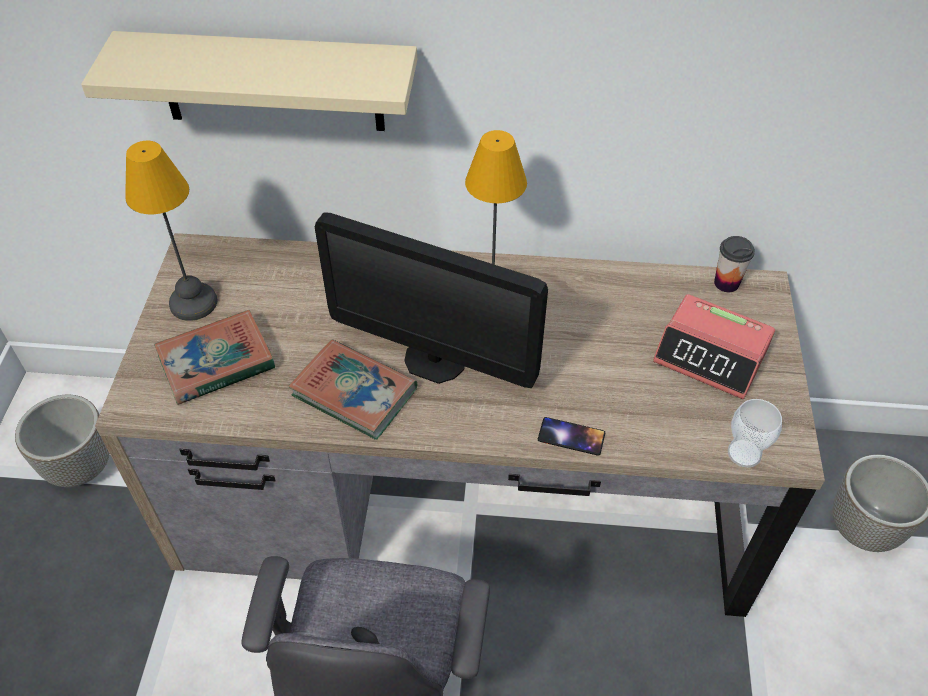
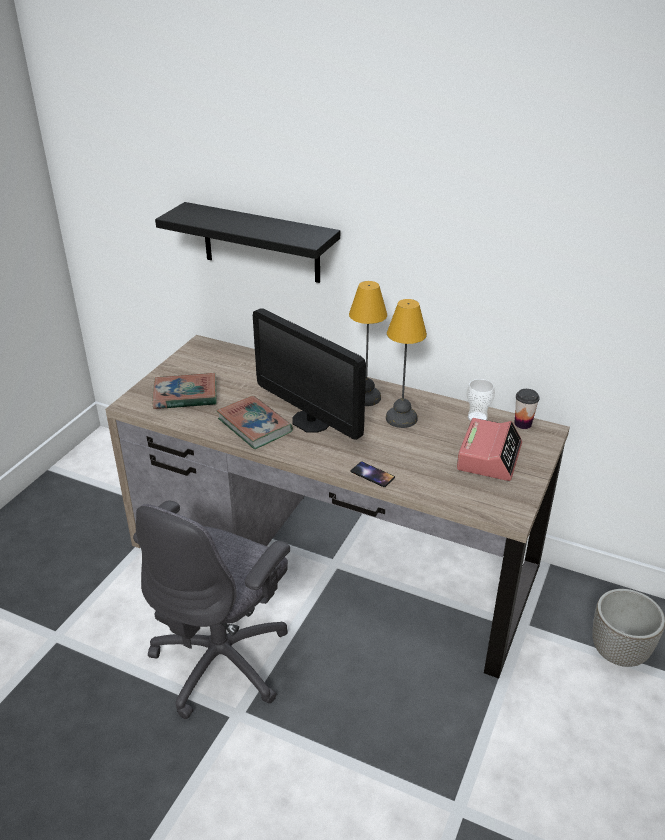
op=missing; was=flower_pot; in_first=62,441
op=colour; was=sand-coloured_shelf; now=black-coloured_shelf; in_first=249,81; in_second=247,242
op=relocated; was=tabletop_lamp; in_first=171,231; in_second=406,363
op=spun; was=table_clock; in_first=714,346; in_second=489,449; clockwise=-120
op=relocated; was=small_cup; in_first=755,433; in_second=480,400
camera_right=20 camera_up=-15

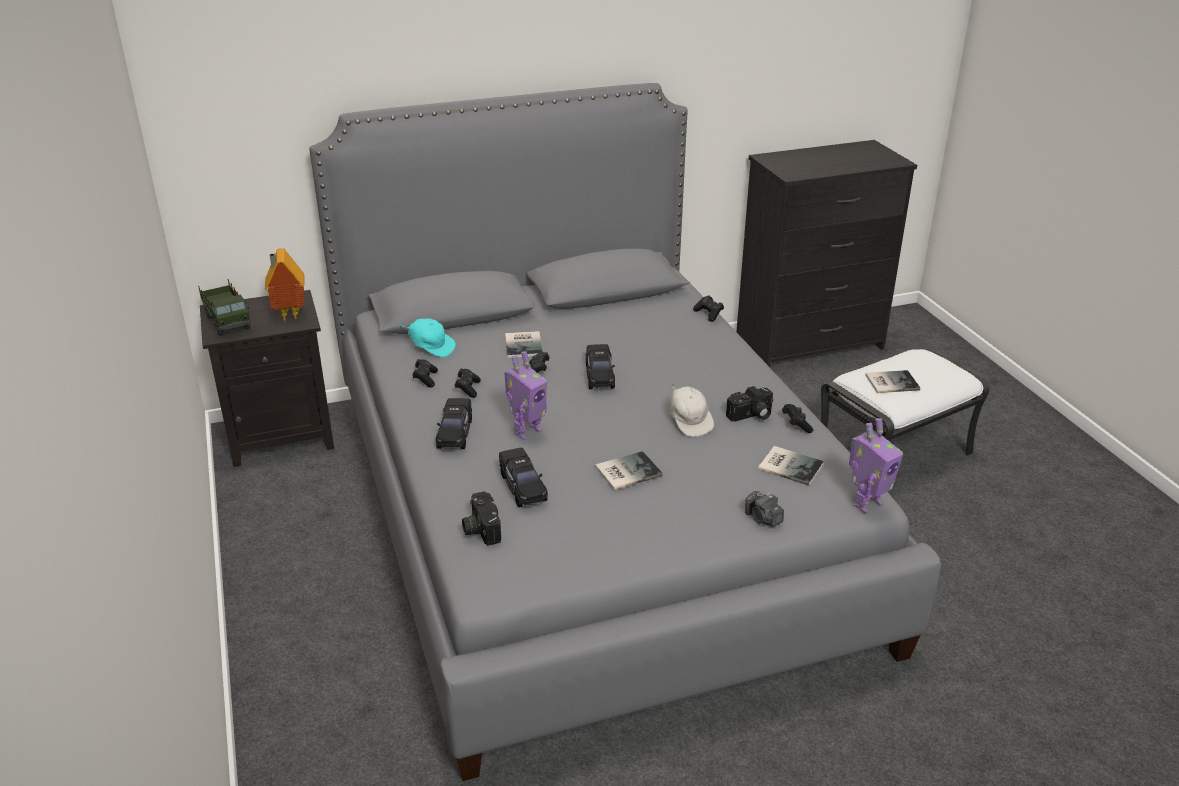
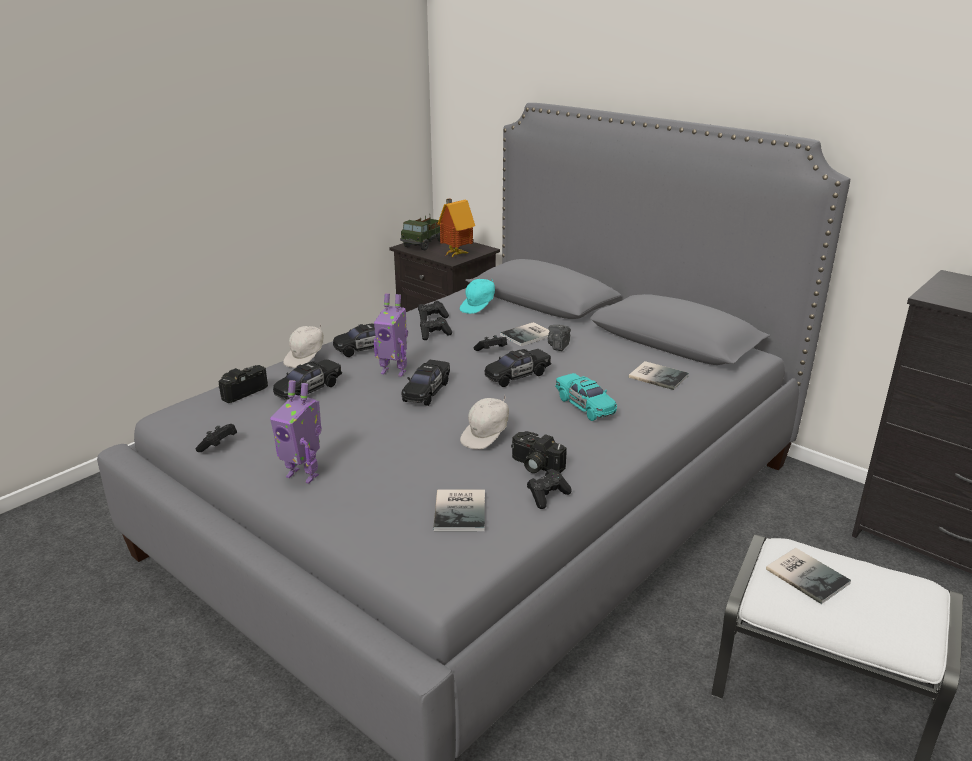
op=spun; was=turquoise-coloured_peaked_cap; in_first=428,337; in_second=477,296; clockwise=45
op=relocated; was=book; in_first=629,470; in_second=659,375
op=relocated; was=black-coloured_game_controller; in_first=708,308; in_second=216,438
op=relocated; was=still_camera; in_first=764,509; in_second=559,338
op=relocated; was=model_robot; in_first=876,466; in_second=296,432
op=appeared; now=white_peaked_cap; in_second=303,346
op=appeared; now=black-coloured_toy_car; in_second=425,383
op=appeared; now=turquoise-coloured_toy_car; in_second=586,397
camera_right=60 camera_up=-5

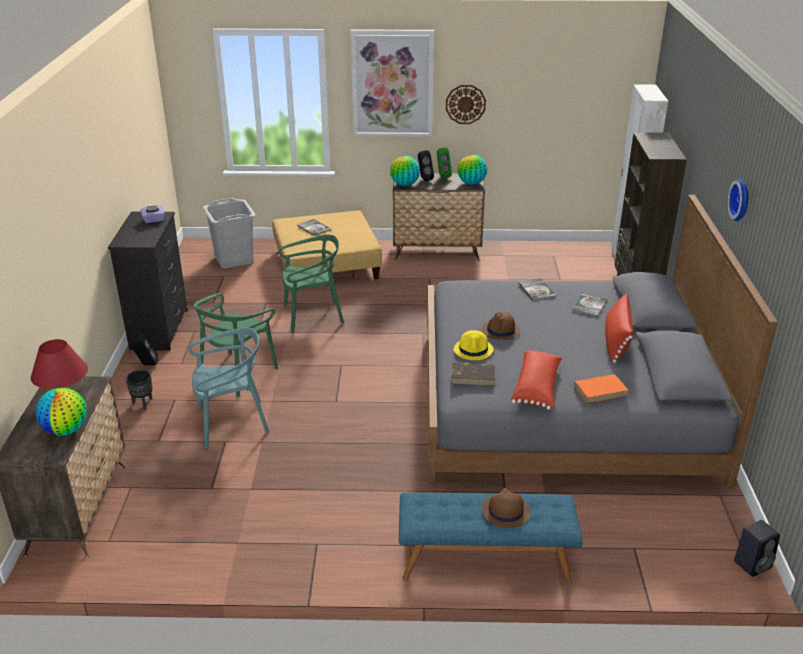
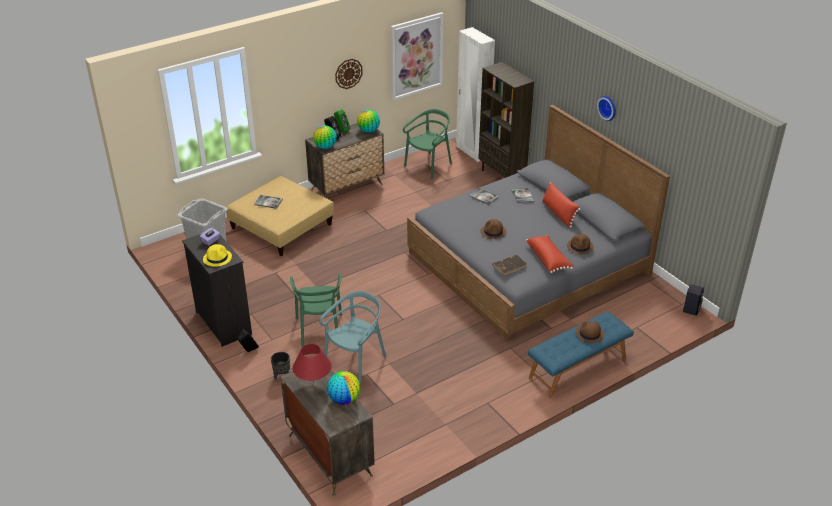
op=relocated; was=green_upright_chair; in_first=311,284; in_second=427,144
op=relocated; was=picture; in_first=392,83; in_second=417,56
op=relocated; was=yellow_hat; in_first=473,345; in_second=217,255
op=exchanged; was=orange-coloured_book; now=brown-coloured_hat; in_first=601,388; in_second=580,244
camera_right=-35 camera_up=5

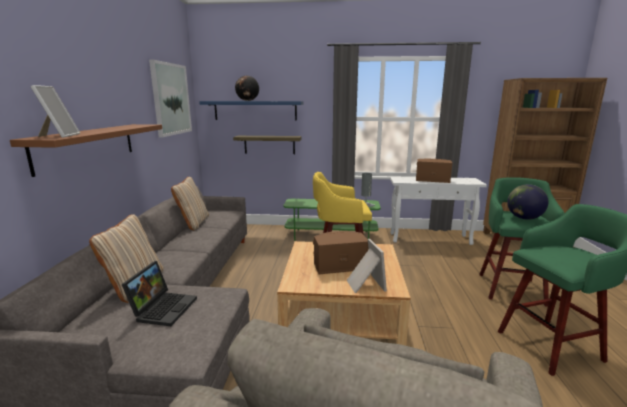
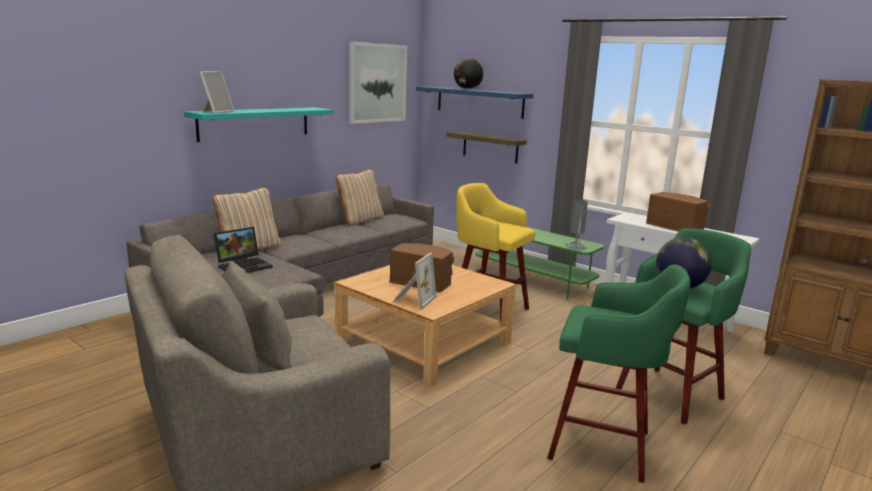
op=colour; was=brown-coloured_shelf; now=turquoise-coloured_shelf; in_first=86,150; in_second=259,124
camera_right=35 camera_up=0

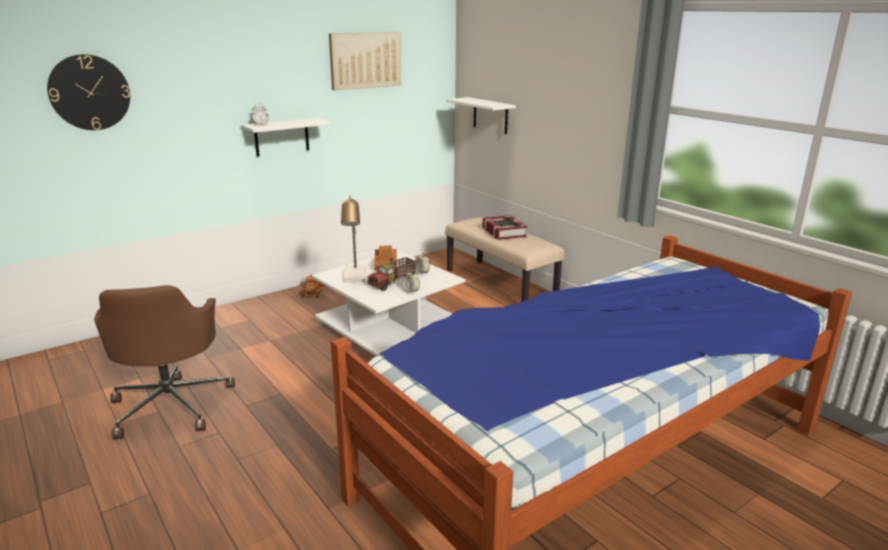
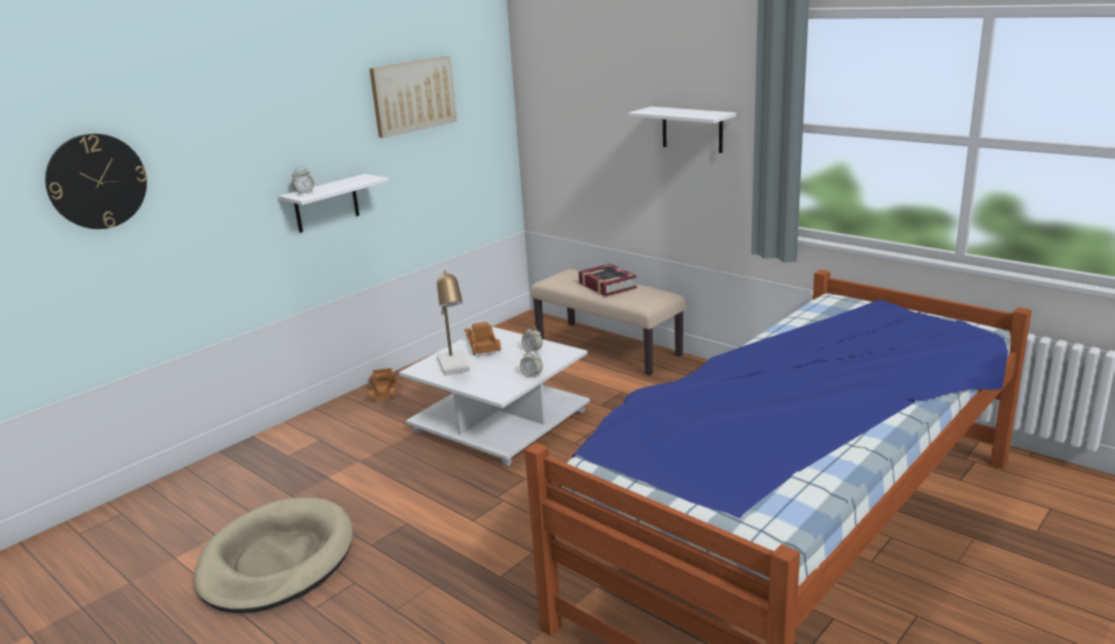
op=exchanged; was=brown-coloured_computer_chair; now=sand-coloured_pet_bed; in_first=164,362; in_second=273,555
op=missing; was=toy_lorry; in_first=392,274
op=relocated; was=white_shelf; in_first=481,115; in_second=682,129
camera_right=-10 camera_up=0

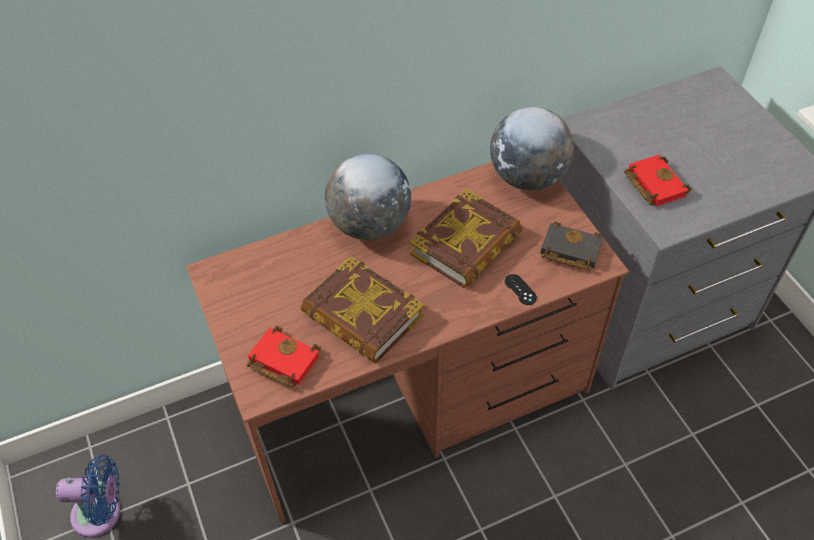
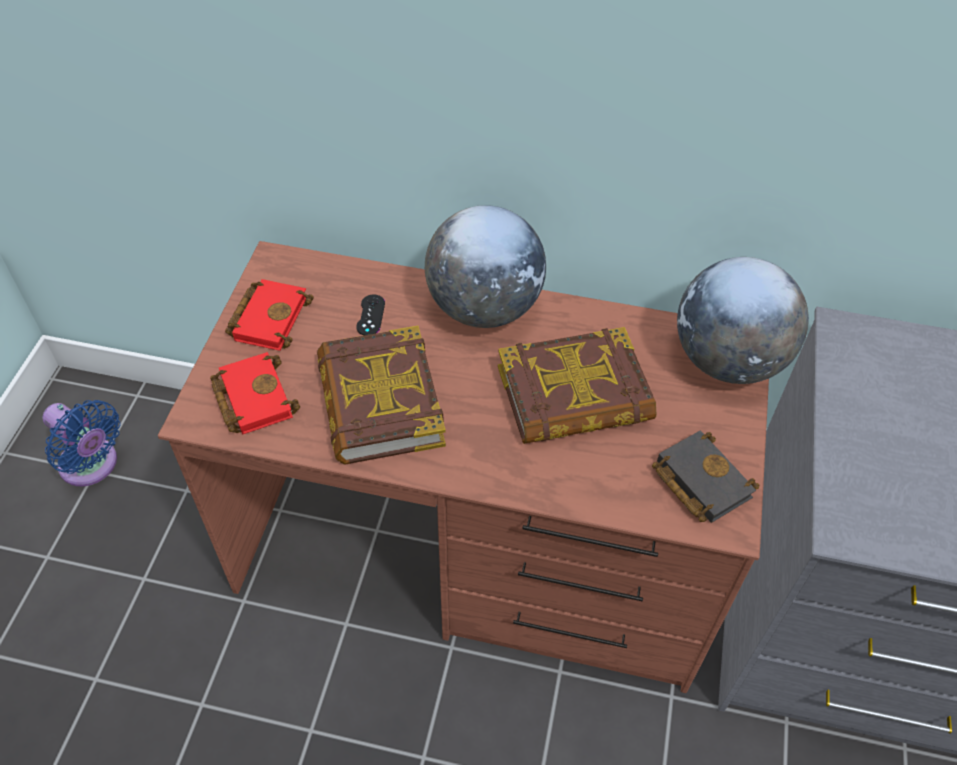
op=relocated; was=black-coloured_game_controller; in_first=521,289; in_second=370,315
op=relocated; was=red-coloured_book; in_first=658,181; in_second=269,315
camera_right=35 camera_up=0

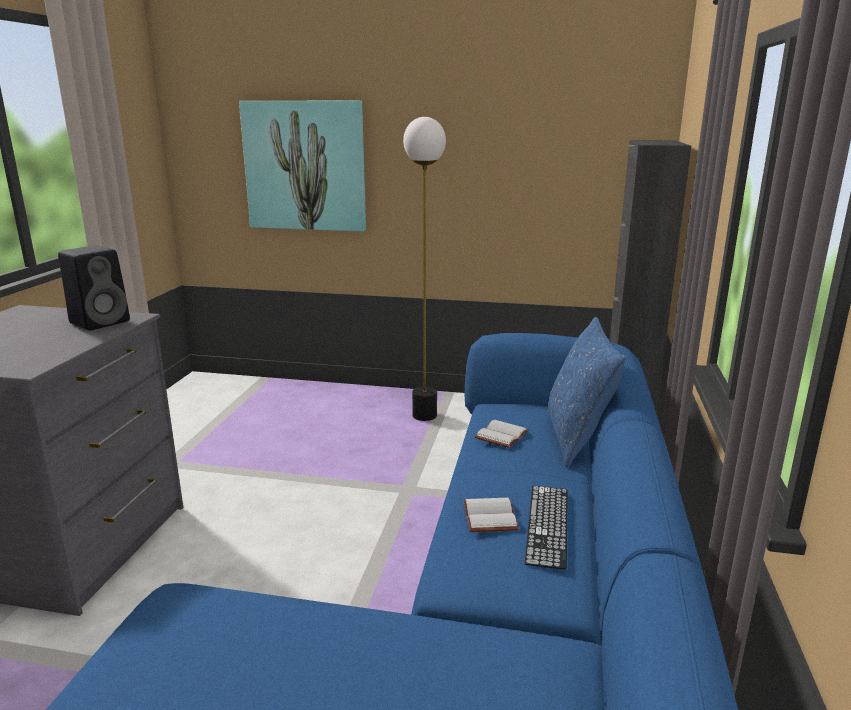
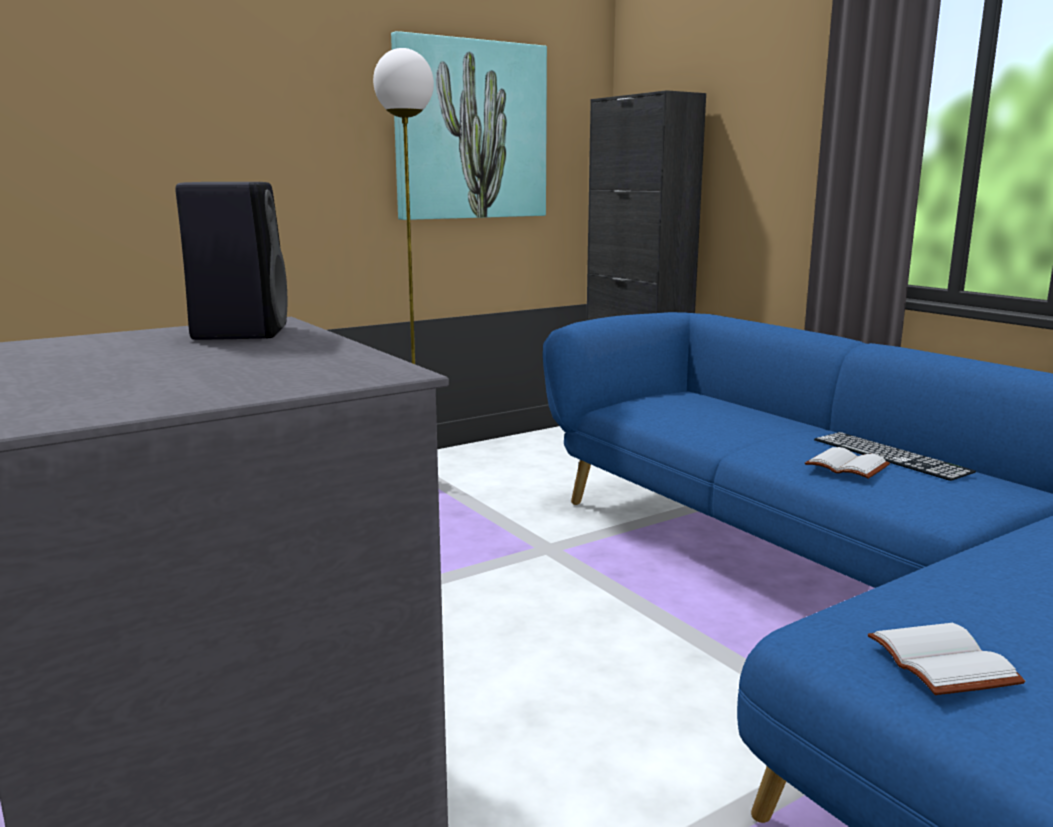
op=relocated; was=picture; in_first=302,166; in_second=469,125
op=relocated; was=white_book; in_first=502,434; in_second=946,659
op=missing; was=blue-coloured_throw_pillow; in_first=586,392
camera_right=-45 camera_up=-5

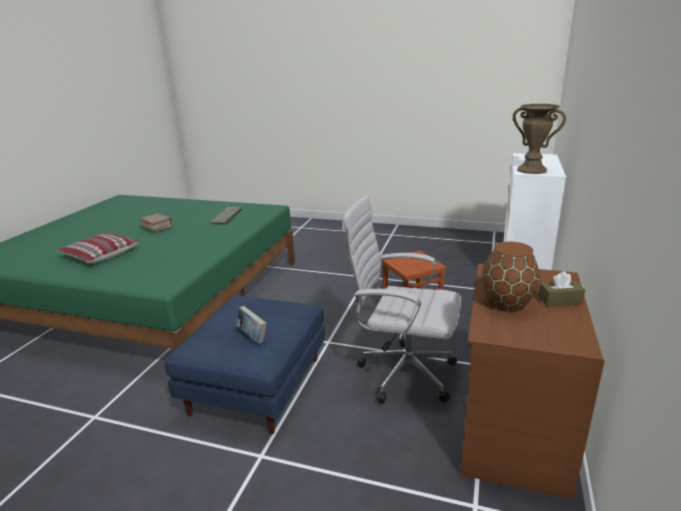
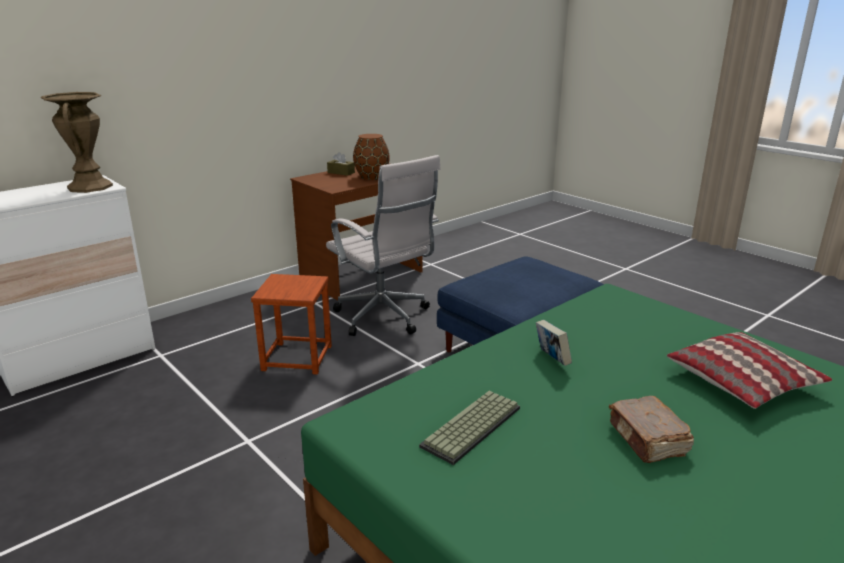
op=relocated; was=book; in_first=251,325; in_second=554,343
camera_right=-150 camera_up=0

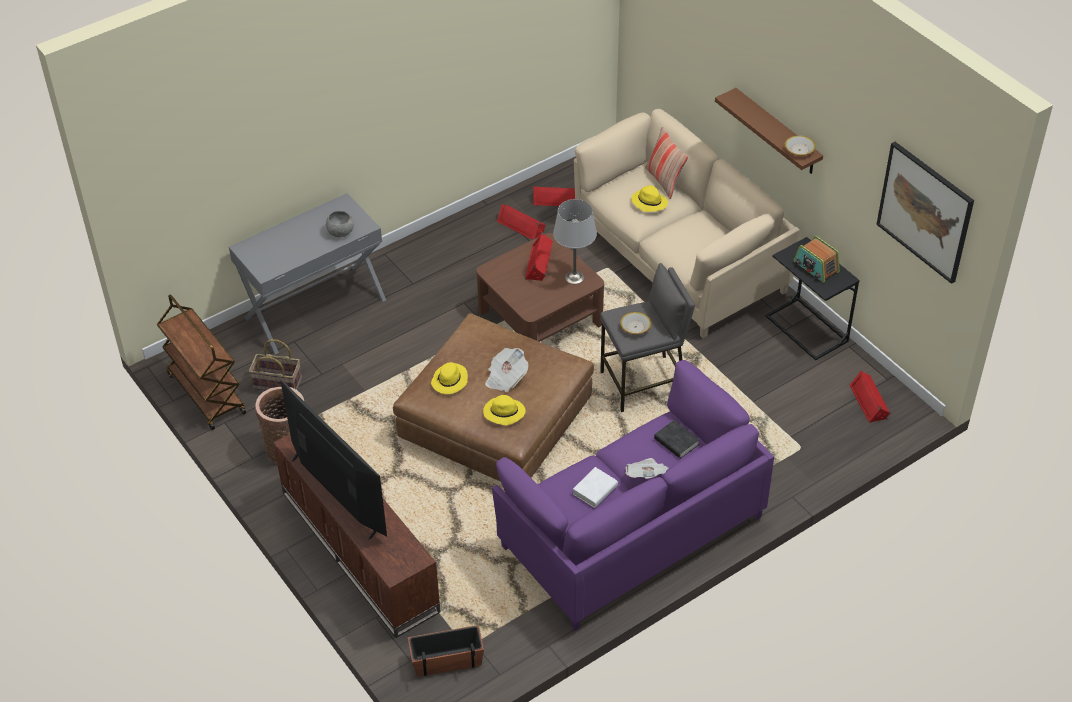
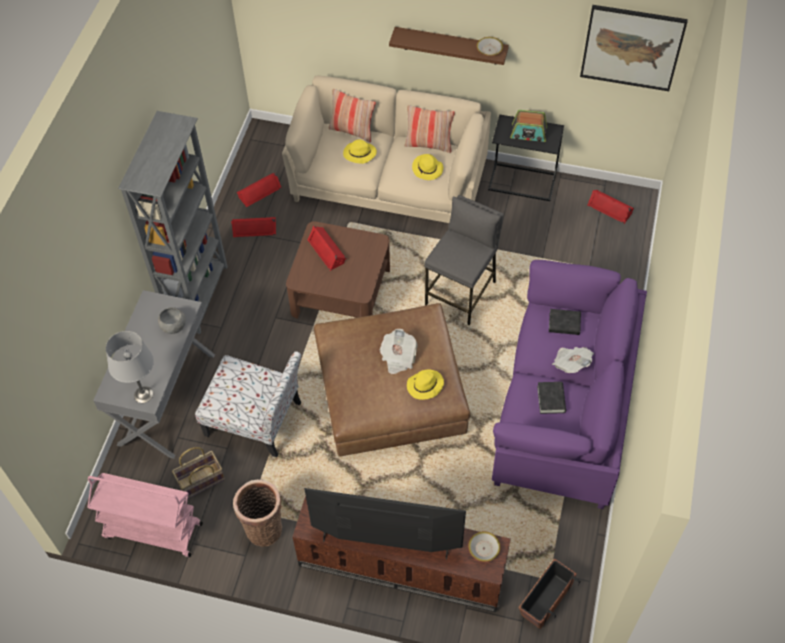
op=colour; was=brown-coloured_wheeled_cart; now=pink-coloured_wheeled_cart; in_first=201,362; in_second=145,515
op=relocated; was=yellow_hat; in_first=449,378; in_second=427,167
op=relocated; was=grey_tabletop_lamp; in_first=575,241; in_second=130,367
op=colour; was=white_book; now=black-coloured_book; in_first=595,487; in_second=551,398
op=relocated; was=deep_dish; in_first=635,323; in_second=484,546
op=appeared; now=grey_shelving_unit; in_second=173,222
op=appeared; now=upright_chair; in_second=248,404
op=appeared; now=throw_pillow; in_second=429,129
camera_right=-40 camera_up=10

